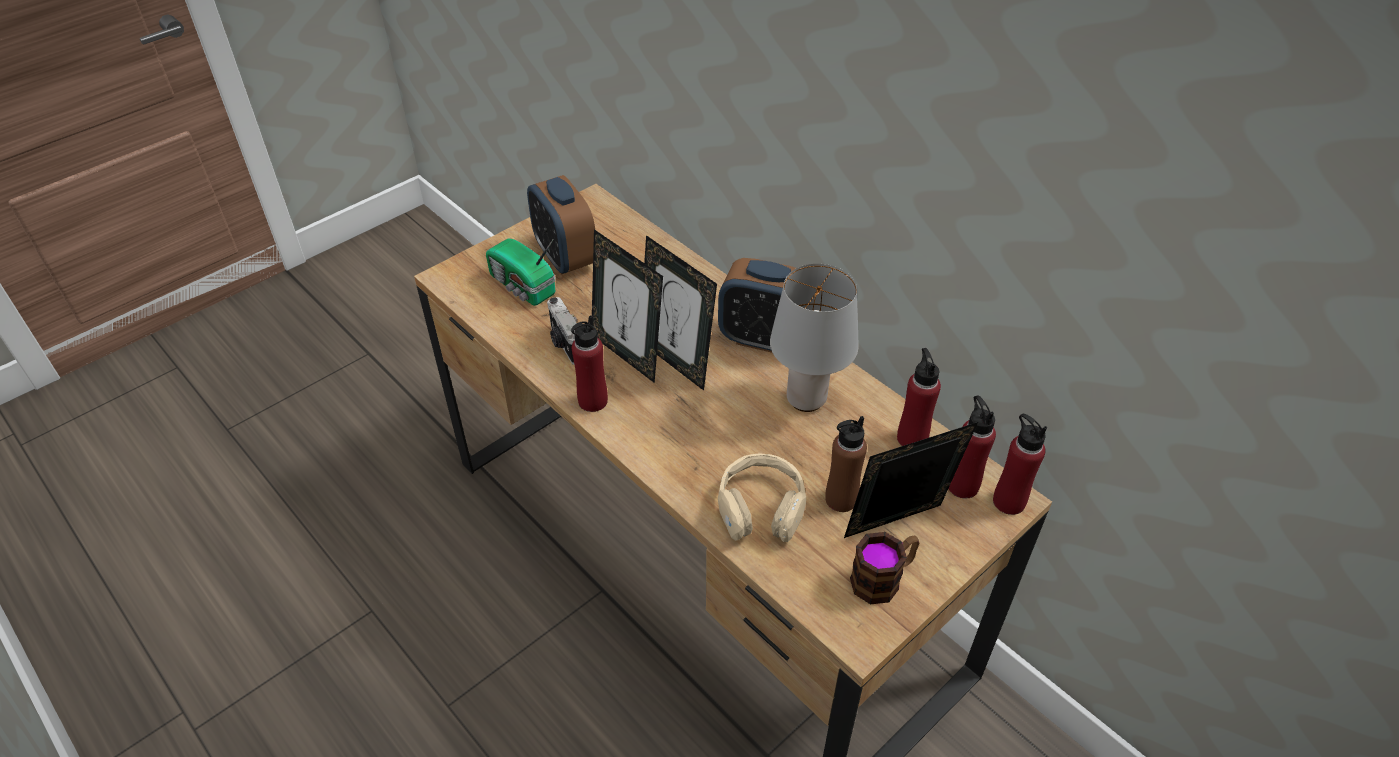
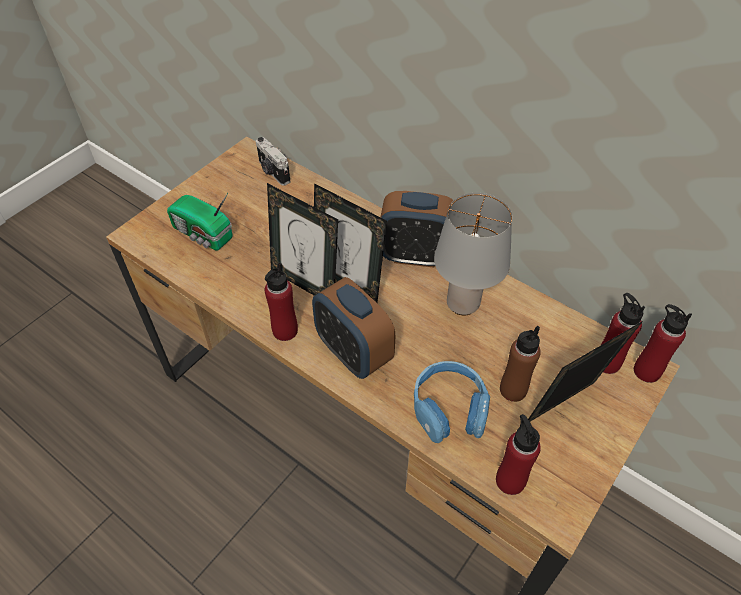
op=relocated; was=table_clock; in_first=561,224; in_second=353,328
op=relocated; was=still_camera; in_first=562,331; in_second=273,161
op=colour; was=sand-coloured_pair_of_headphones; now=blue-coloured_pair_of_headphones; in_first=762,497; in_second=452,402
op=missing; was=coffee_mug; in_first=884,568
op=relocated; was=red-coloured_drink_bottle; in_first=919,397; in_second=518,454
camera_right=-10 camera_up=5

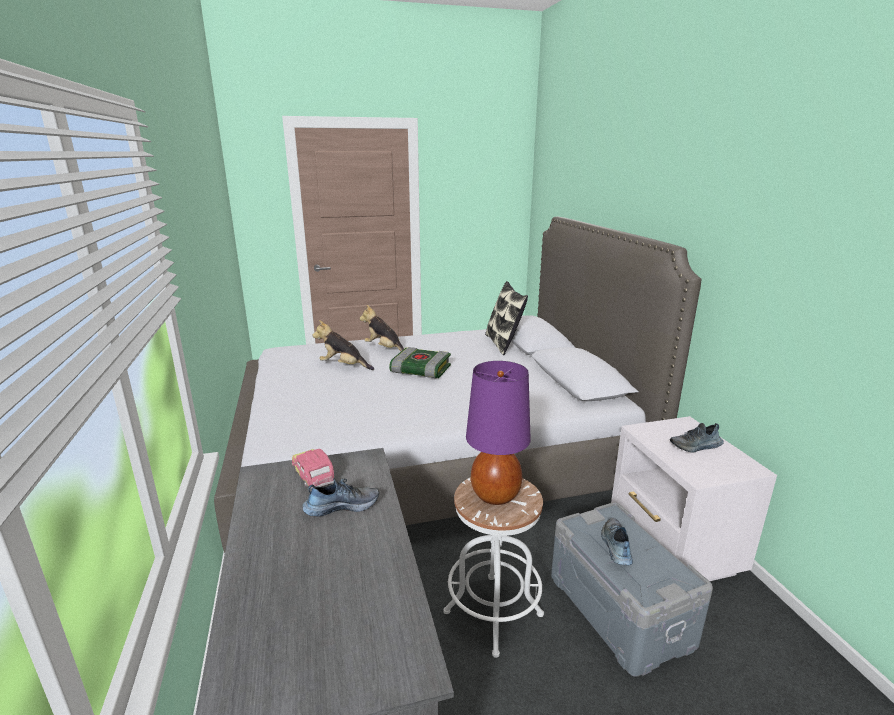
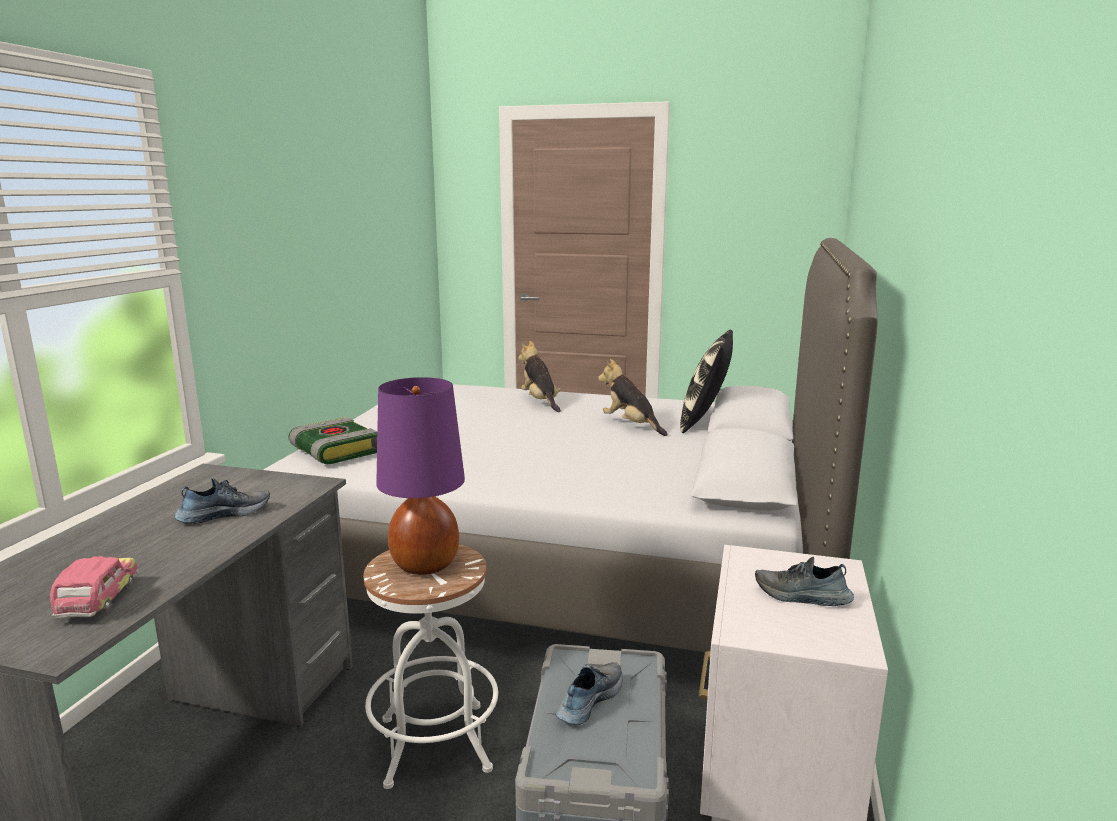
op=relocated; was=toy_car; in_first=313,469; in_second=94,587
op=spun; was=shoe; in_first=341,497; in_second=222,501; clockwise=-45
op=relocated; was=plush_toy; in_first=343,345; in_second=633,397
op=relocated; was=book; in_first=420,362; in_second=332,440
camera_right=30 camera_up=-5

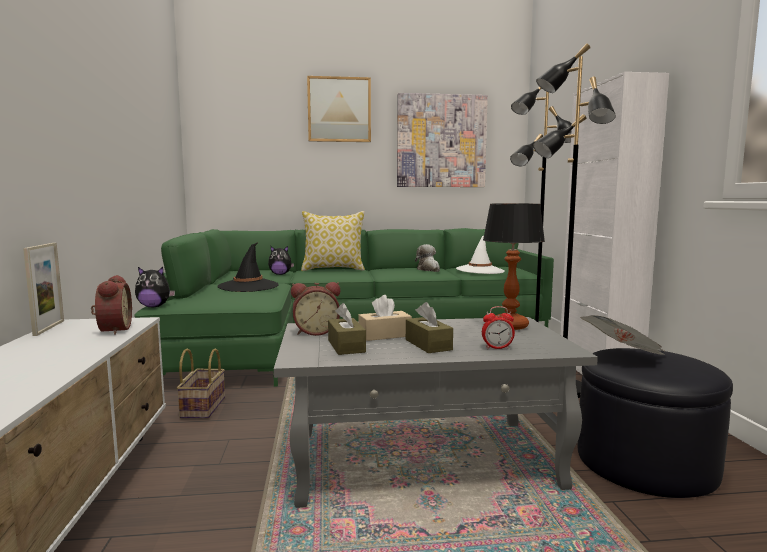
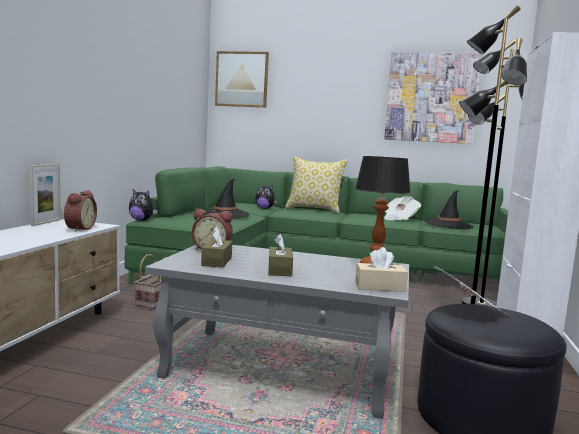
op=relocated; was=picture; in_first=339,109; in_second=242,79
op=relocated; was=sand-coloured_box_of_tissues; in_first=385,318; in_second=381,269
op=exchanged; was=plush_toy; now=newspaper; in_first=427,258; in_second=402,208
op=colour; was=white_hat; now=black-coloured_hat; in_first=480,255; in_second=449,209
op=missing; was=table_clock; in_first=498,327
camera_right=20 camera_up=0

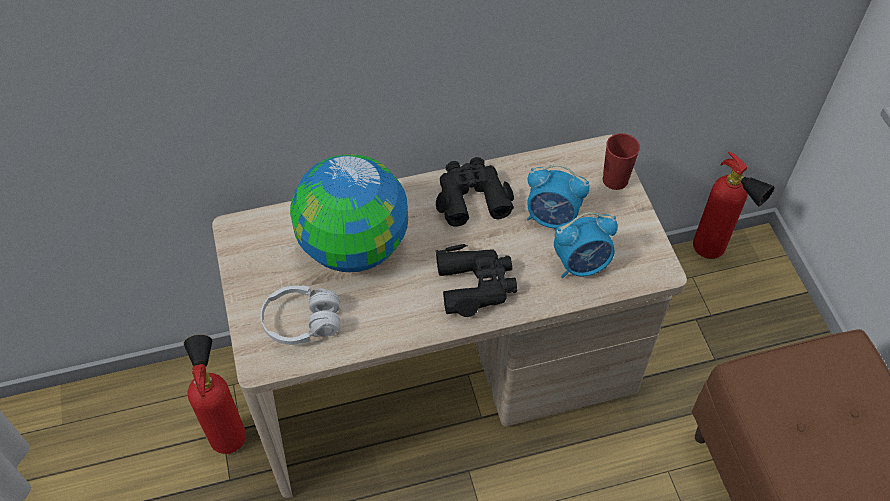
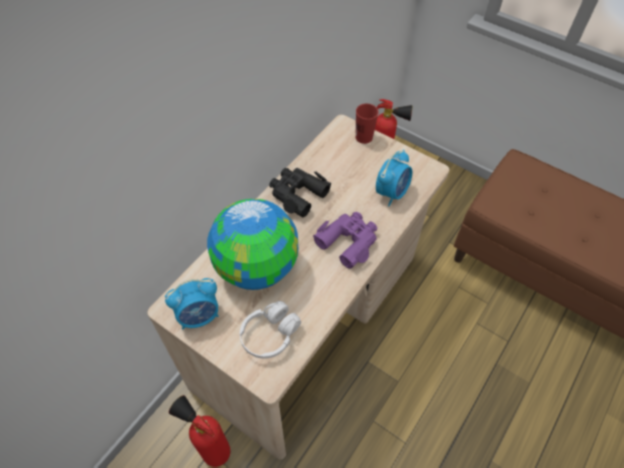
op=colour; was=black-coloured_pair_of_binoculars; now=purple_pair_of_binoculars; in_first=476,280; in_second=345,240
op=relocated; was=table_clock; in_first=558,196; in_second=192,304
camera_right=-40 camera_up=0

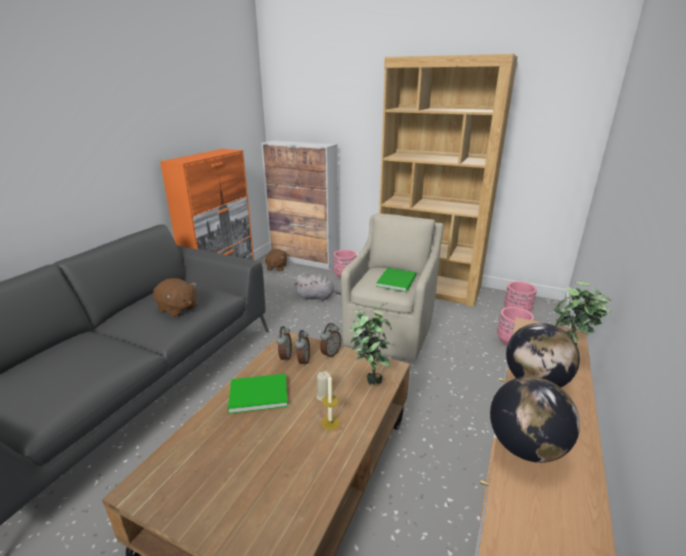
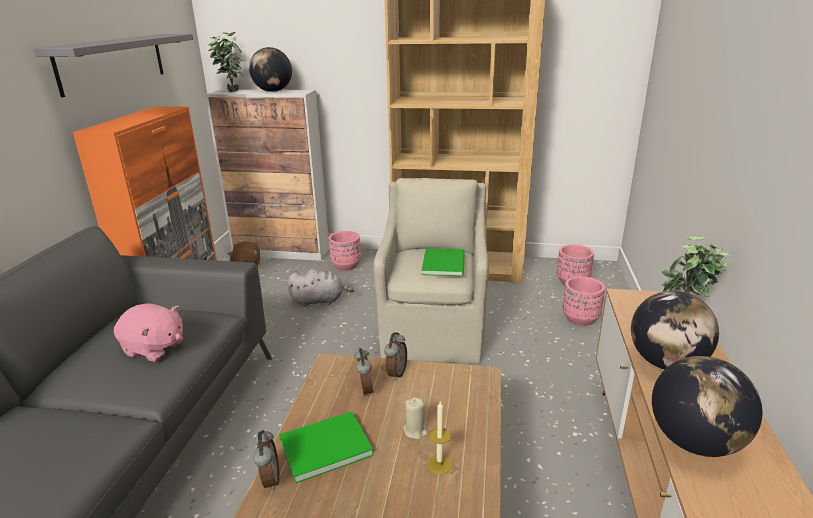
op=colour; was=brown-coloured_plush_toy; now=pink-coloured_plush_toy; in_first=175,297; in_second=148,332
op=relocated; was=table_clock; in_first=284,344; in_second=266,460
op=relocated; was=houseplant; in_first=372,343; in_second=226,62
op=appeared; now=grey_shelf; in_second=113,65
op=appeared; now=desk_globe; in_second=270,69
camera_right=-15 camera_up=0

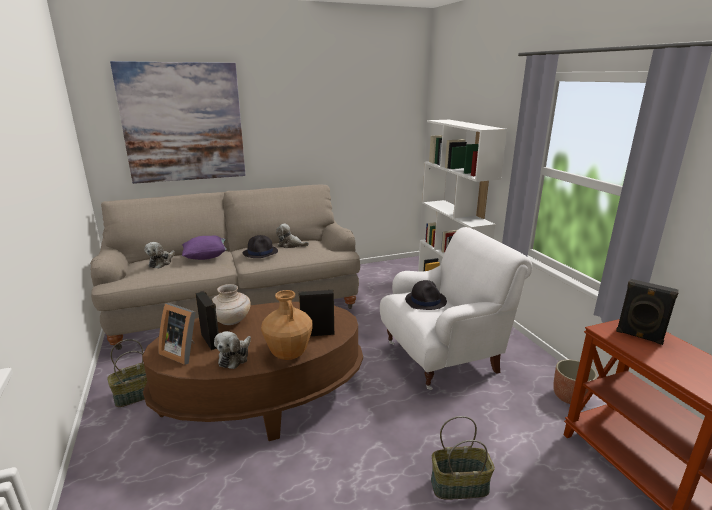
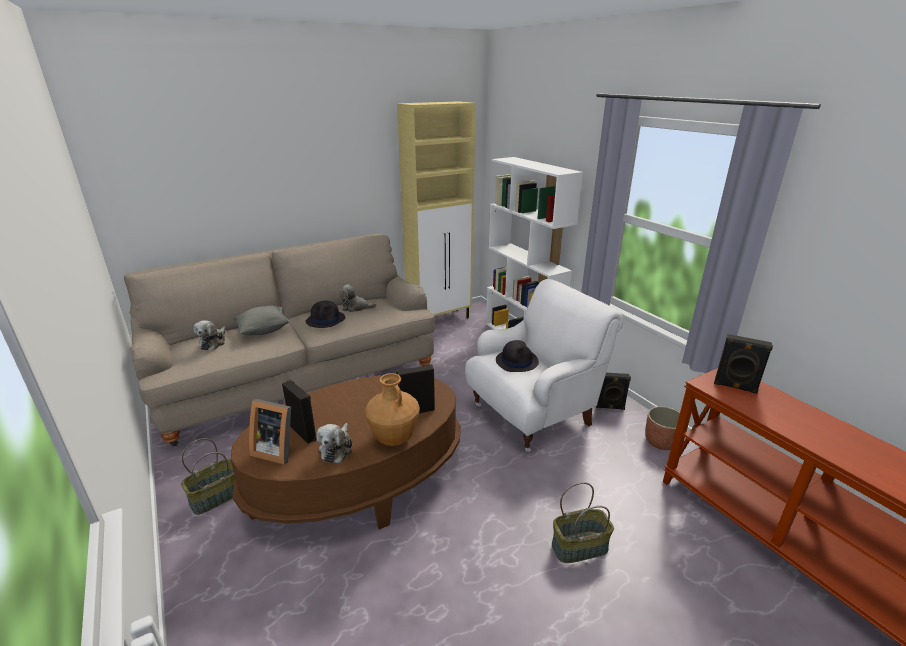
op=missing; was=picture; in_first=178,122
op=colour; was=purple_throw_pillow; now=grey_throw_pillow; in_first=204,248; in_second=261,320
op=missing; was=sand-coloured_vase; in_first=231,304
op=appeared; now=sand-coloured_cupboard; in_second=436,210
op=appeared; now=black-coloured_speaker; in_second=613,391
camera_right=-10 camera_up=5

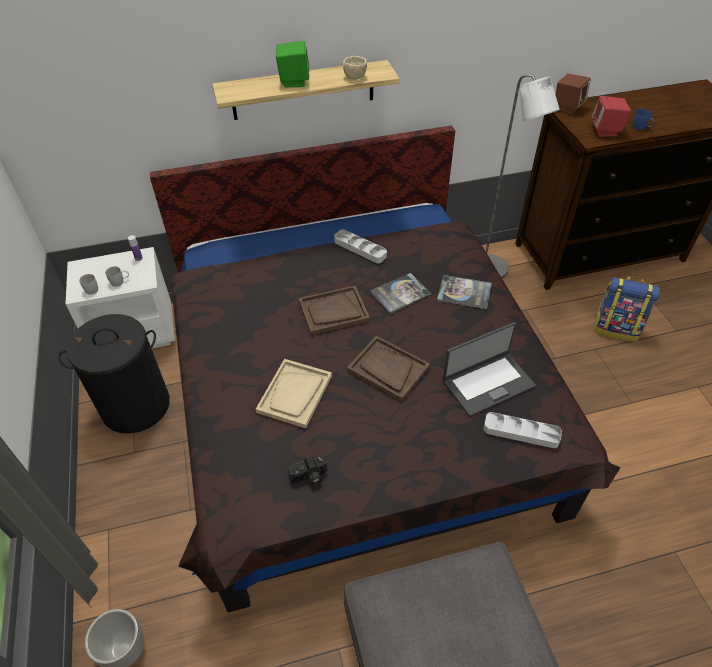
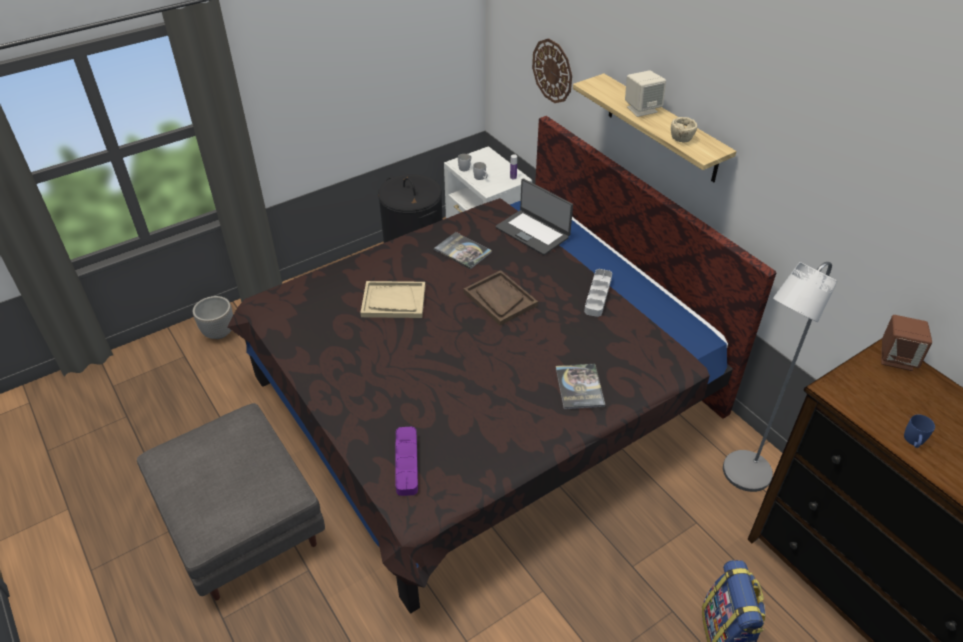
op=colour; was=green_speaker; now=sand-coloured_speaker; in_first=292,64; in_second=645,93
op=missing; was=still_camera; in_first=307,470
op=missing; was=brown-coloured_carrying_tray; in_first=388,369
op=relocated; was=book; in_first=400,293; in_second=463,251
op=relocated; was=laptop; in_first=489,369; in_second=534,216
op=colour; was=grey_carrying_tray; now=purple_carrying_tray; in_first=523,430; in_second=407,461
op=missing; was=red-coloured_speaker; in_first=611,116
op=appeared; now=clock_on_the_wall; in_second=552,70
camera_right=70 camera_up=-5

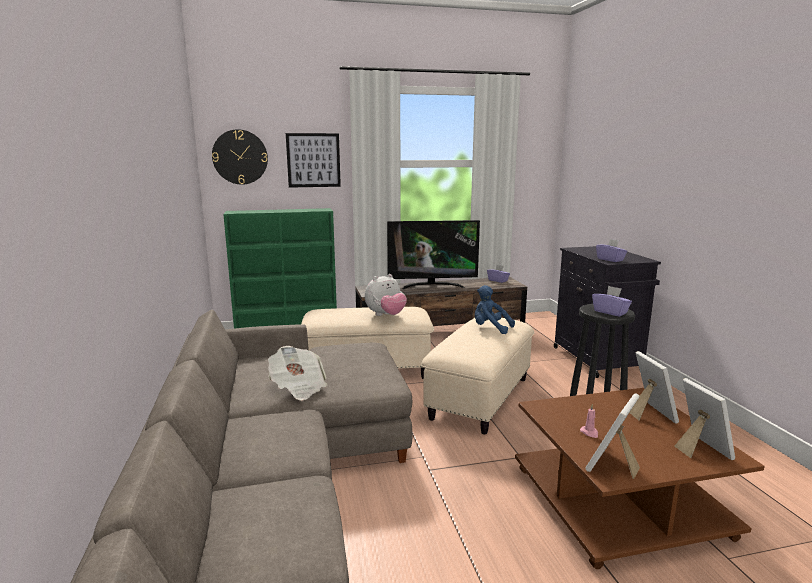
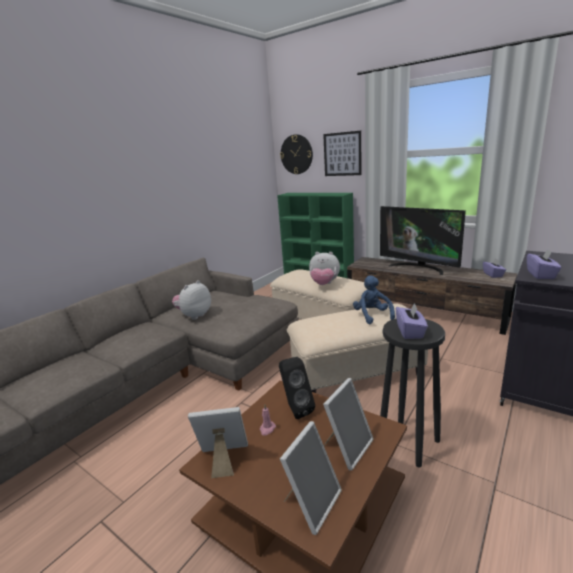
op=exchanged; was=newspaper; now=plush_toy; in_first=297,373; in_second=191,300
op=appeared; now=black-coloured_speaker; in_second=297,388
camera_right=50 camera_up=5

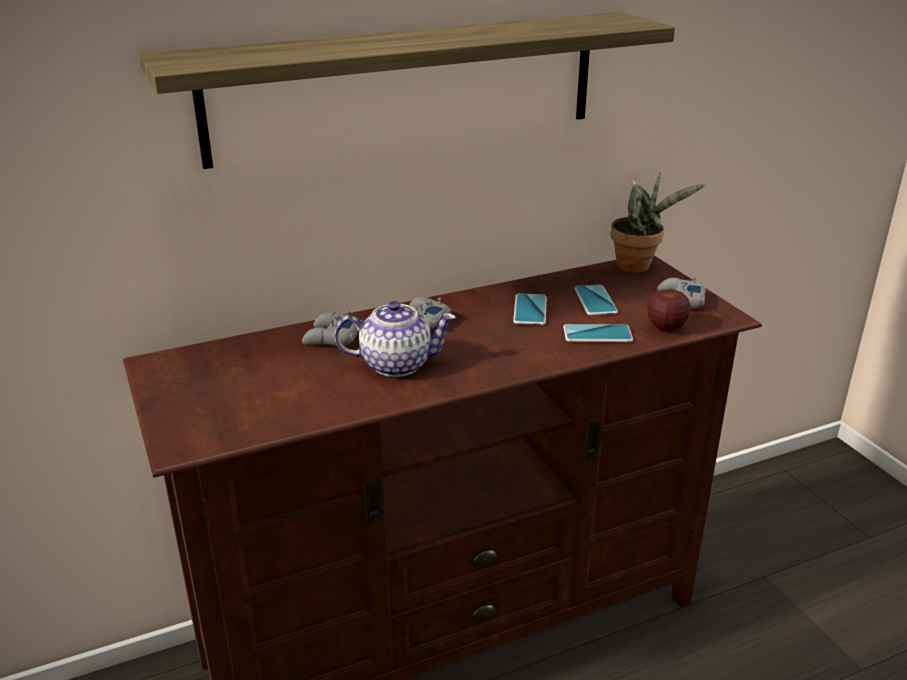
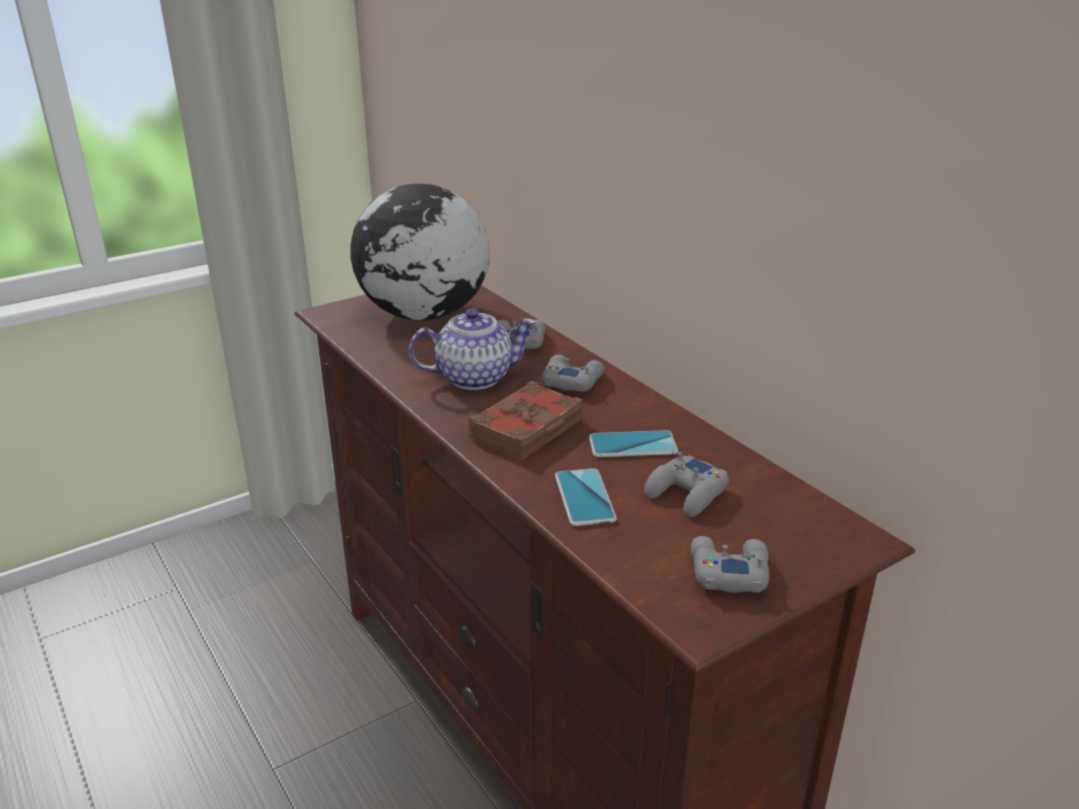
op=missing; was=shelf; in_first=407,90
op=spun; was=teapot; in_first=395,339; in_second=472,349; clockwise=-90
op=exchanged; was=handset; now=grey_game_controller; in_first=596,300; in_second=686,484
op=missing; was=houseplant; in_first=658,222
op=missing; was=apple; in_first=669,310
op=appeared; now=desk_globe; in_second=420,252
op=appeared; now=brown-coloured_book; in_second=526,421
camera_right=80 camera_up=0

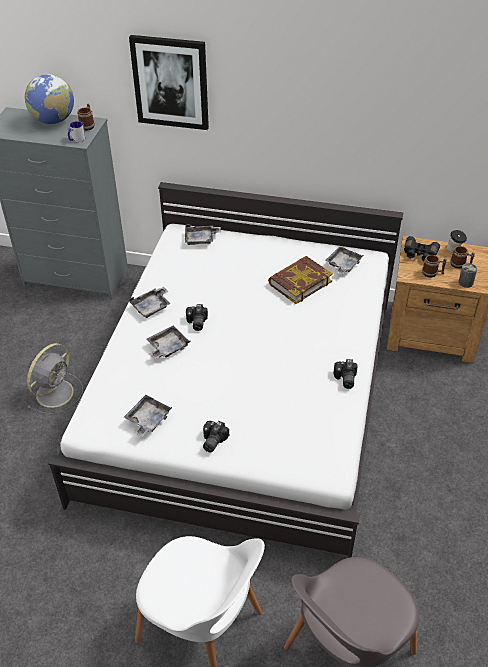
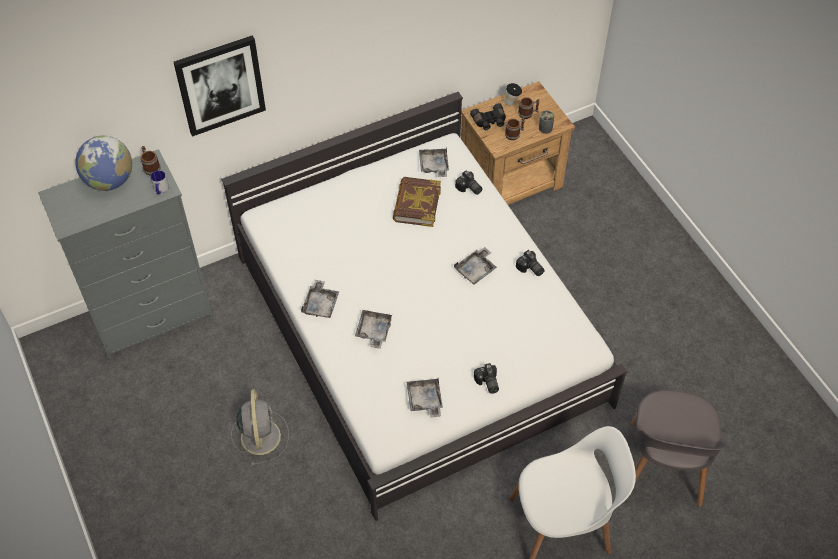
op=relocated; was=grey_carrying_tray; in_first=203,234; in_second=475,266
op=relocated; was=still_camera; in_first=197,317; in_second=468,182
camera_right=-40 camera_up=10

